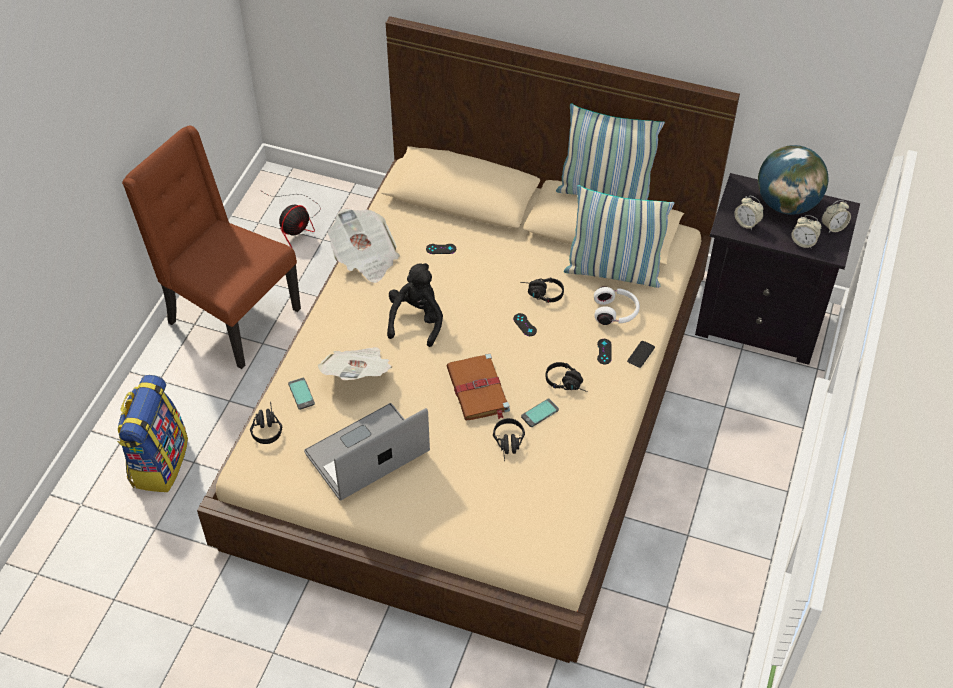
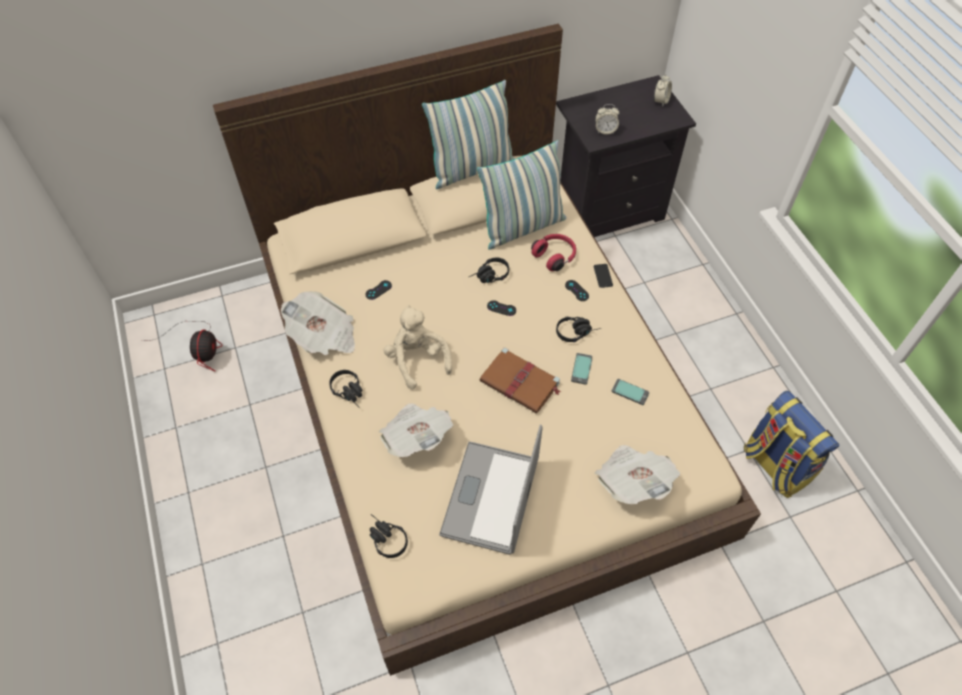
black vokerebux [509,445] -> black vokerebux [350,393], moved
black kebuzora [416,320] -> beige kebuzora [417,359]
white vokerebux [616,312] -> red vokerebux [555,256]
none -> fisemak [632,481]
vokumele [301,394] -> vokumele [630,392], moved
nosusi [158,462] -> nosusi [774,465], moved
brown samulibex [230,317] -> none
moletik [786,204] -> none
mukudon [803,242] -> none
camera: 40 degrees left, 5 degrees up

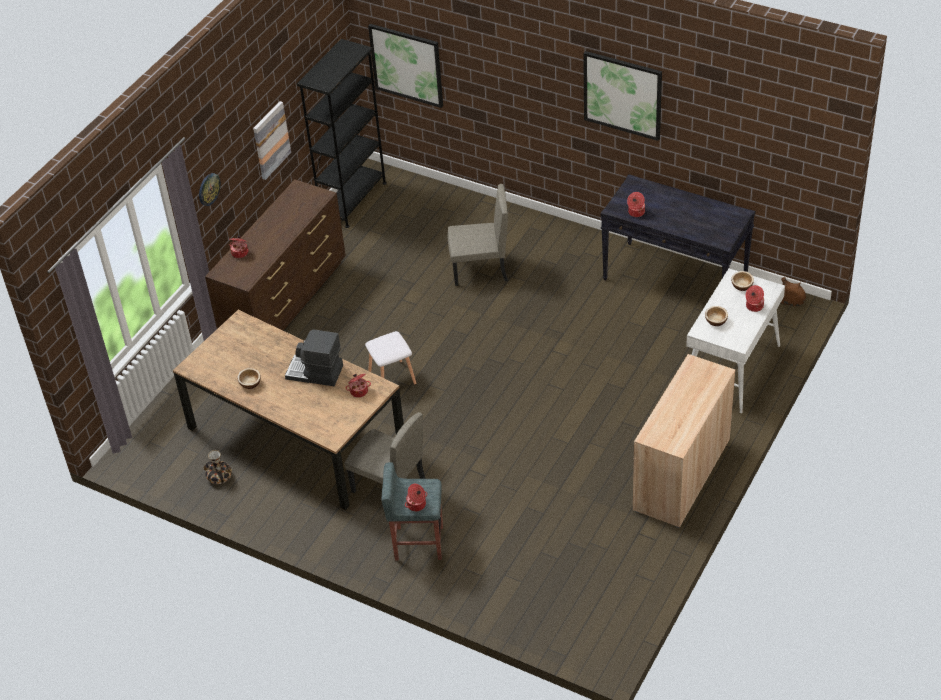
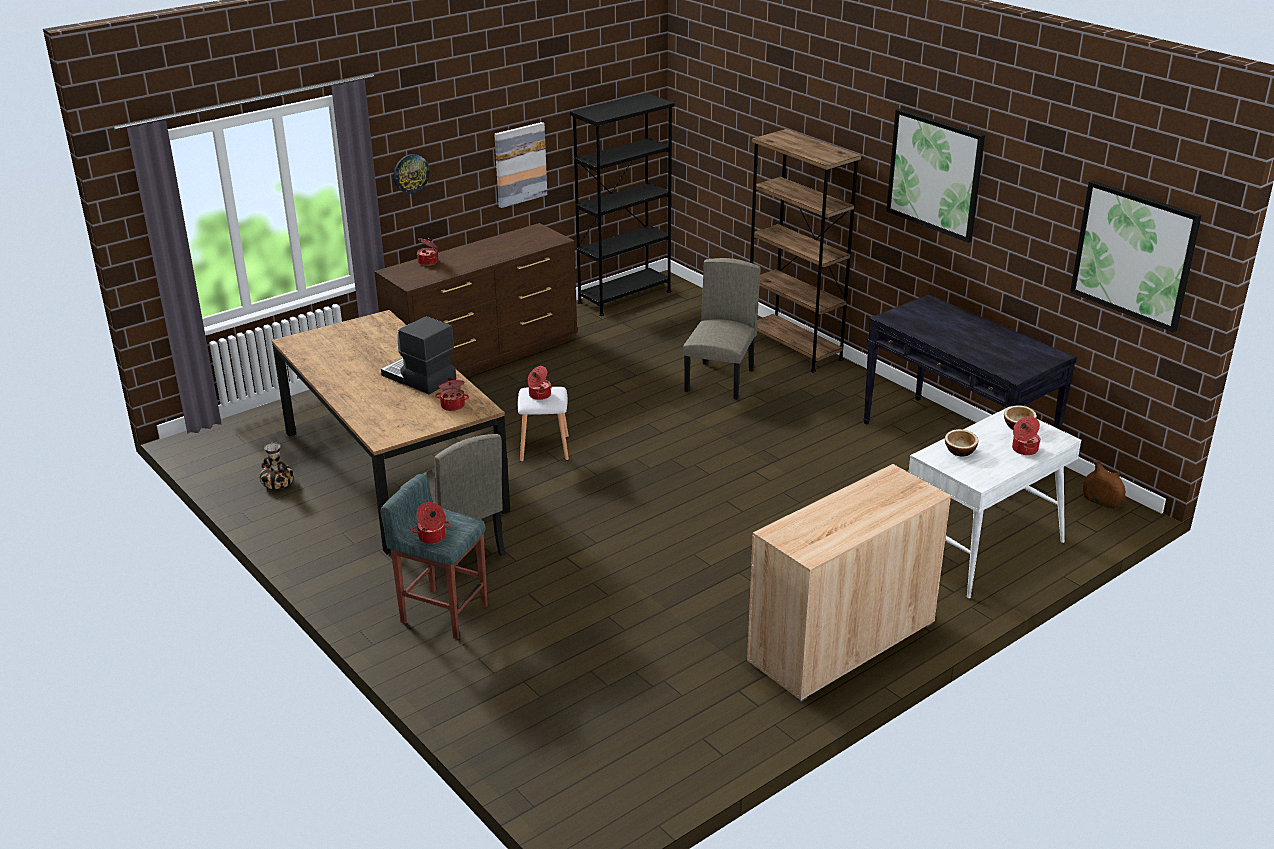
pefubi [636,212] -> pefubi [539,395], moved
beige samulibex [479,269] -> beige samulibex [720,381], 90 degrees counterclockwise
none -> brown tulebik [794,348]
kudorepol [406,65] -> kudorepol [1134,255], moved
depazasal [250,383] -> none
camera: 20 degrees right, 15 degrees down

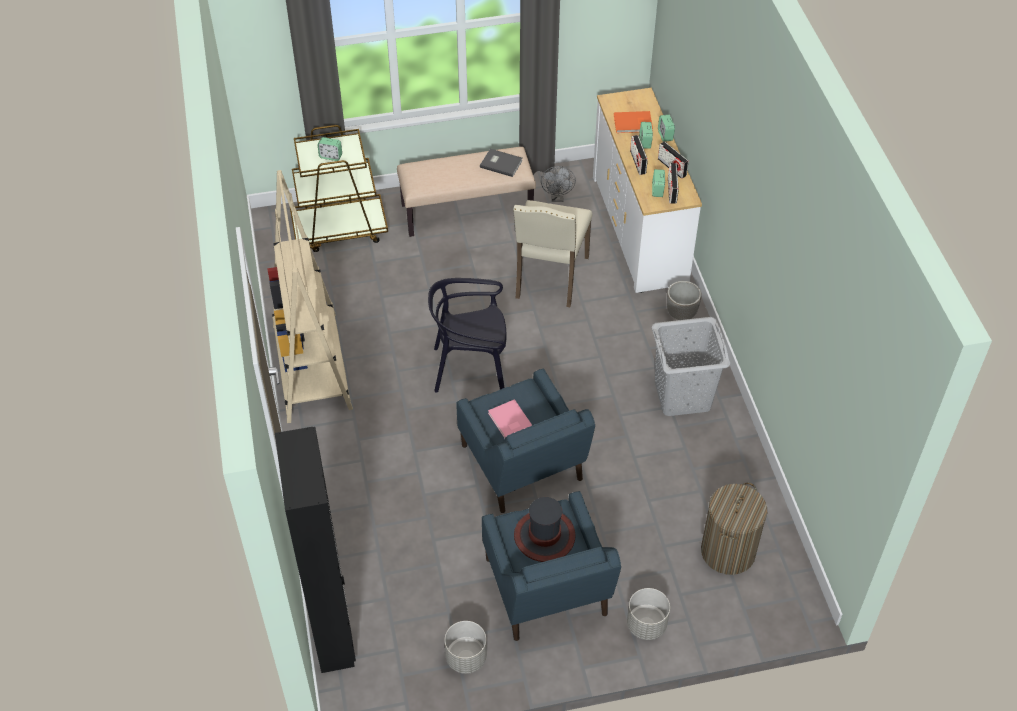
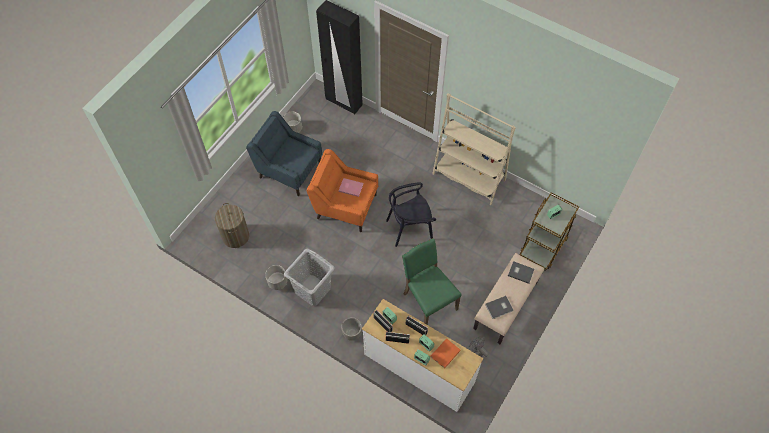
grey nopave [646,625] -> grey nopave [277,282], moved
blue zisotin [522,465] -> orange zisotin [345,206]
black samulibex [471,369] -> black samulibex [409,228], 150 degrees counterclockwise
beige samulibex [549,278] -> green samulibex [428,301]
none -> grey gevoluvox [520,272]
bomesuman [544,536] -> none
camera: 135 degrees right, 10 degrees up

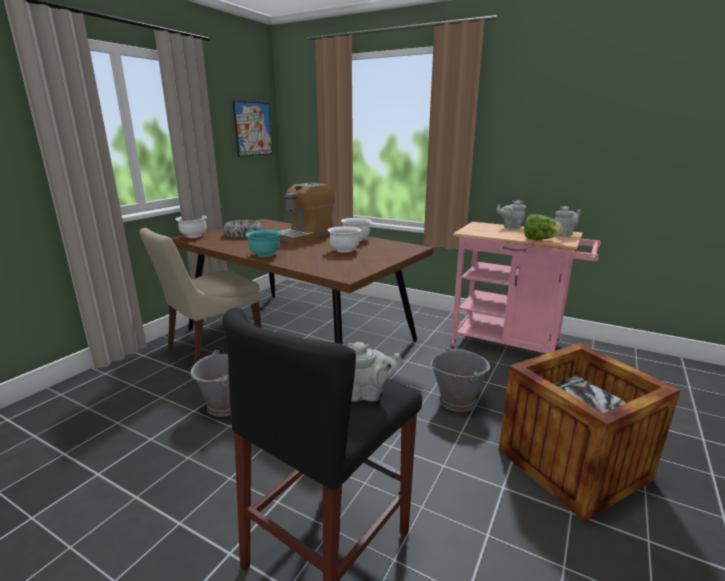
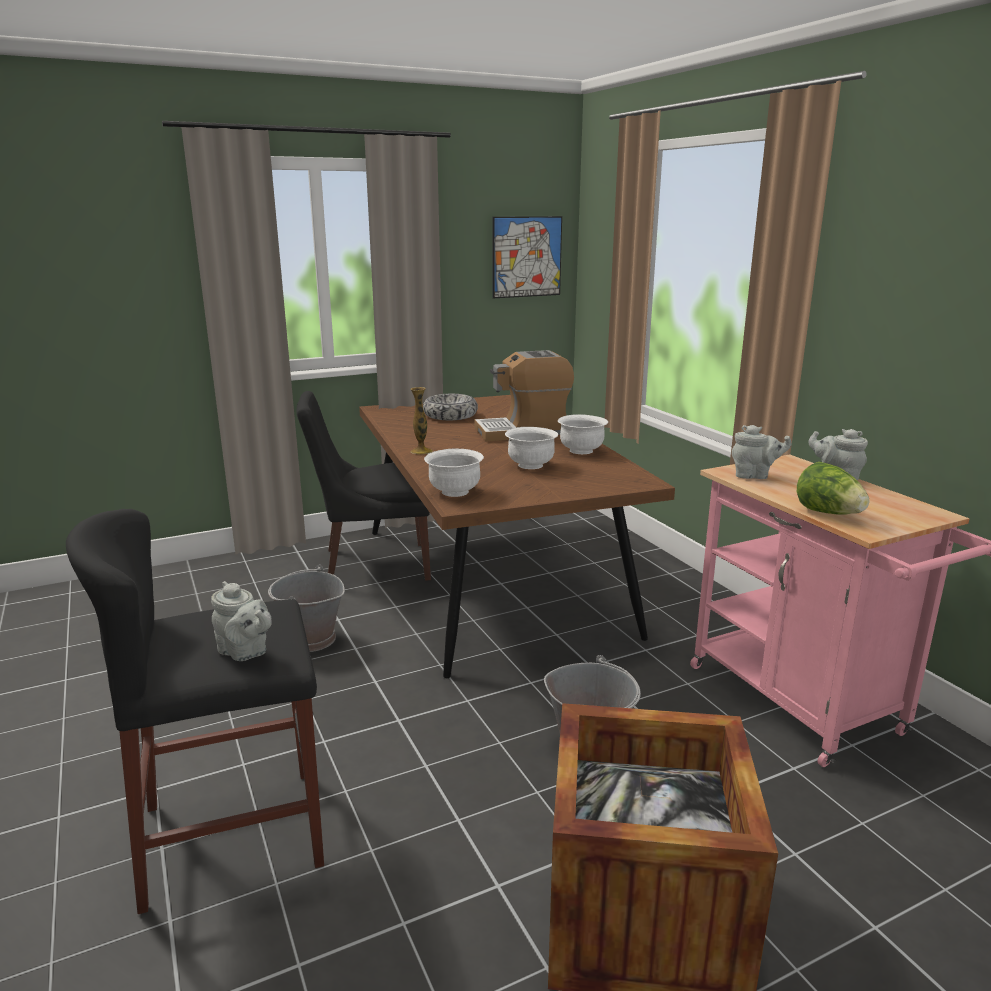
beige samulibex [212,348] -> black samulibex [372,565]
turquoise depazasal [264,255] -> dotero [421,451]
white depazasal [193,236] -> white depazasal [454,492], moved
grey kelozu [564,234] -> grey kelozu [754,476], moved
camera: 35 degrees right, 0 degrees up

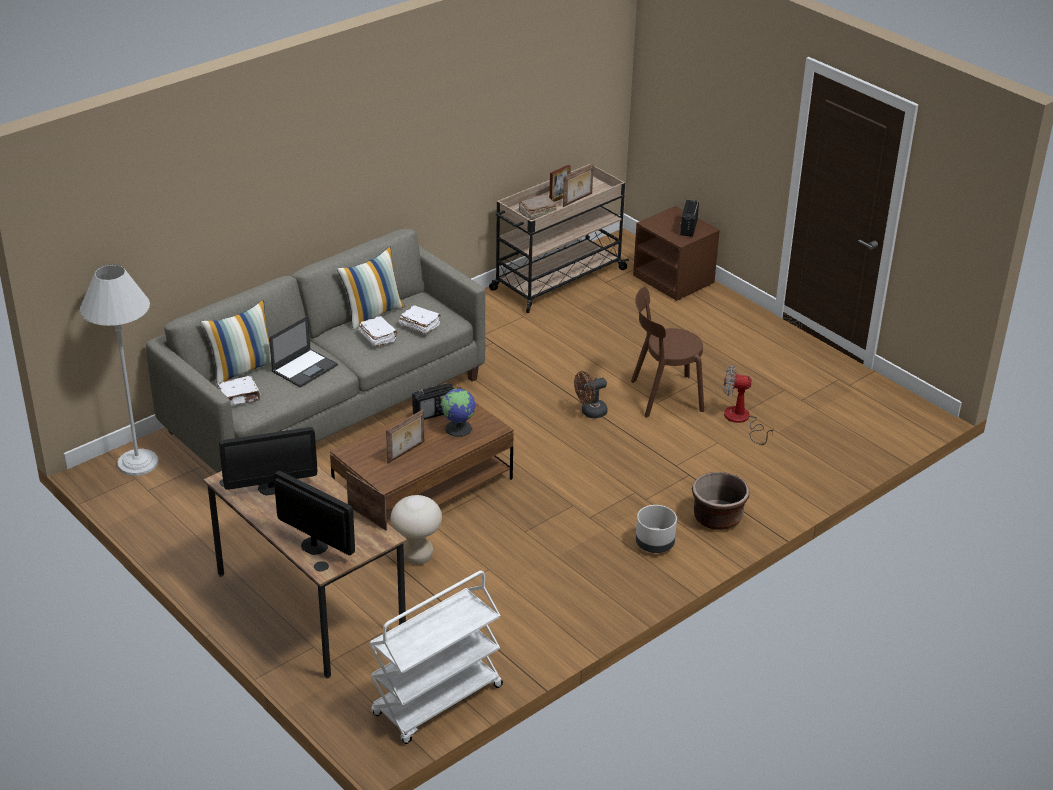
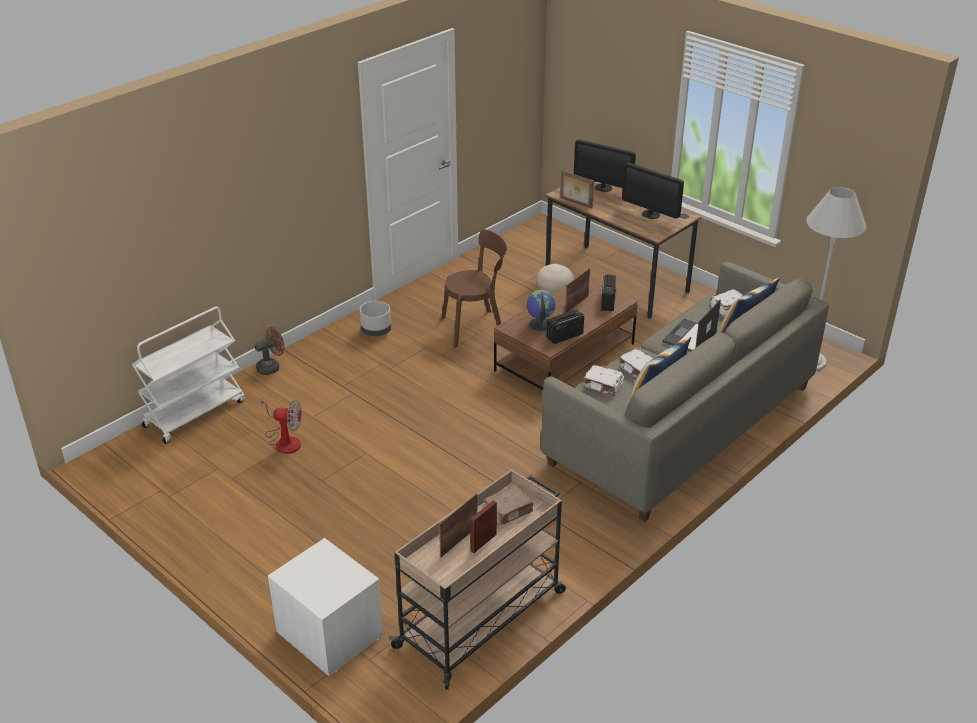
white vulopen [437,702] -> white vulopen [195,413], moved
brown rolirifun [590,412] -> brown rolirifun [271,367], moved
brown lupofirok [674,279] -> white lupofirok [328,634]
brown samulibex [662,396] -> brown samulibex [476,328], moved
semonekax [688,228] -> semonekax [607,302], moved
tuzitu [271,487] -> tuzitu [650,214], 120 degrees counterclockwise
brown nopave [717,518] -> none
camera: 175 degrees right, 0 degrees up

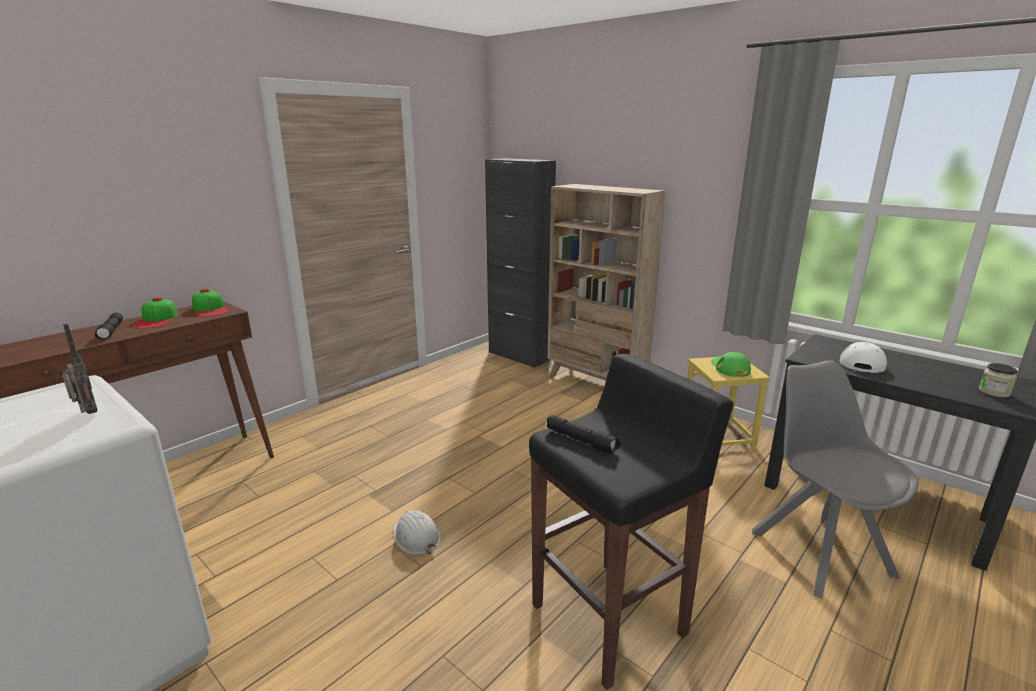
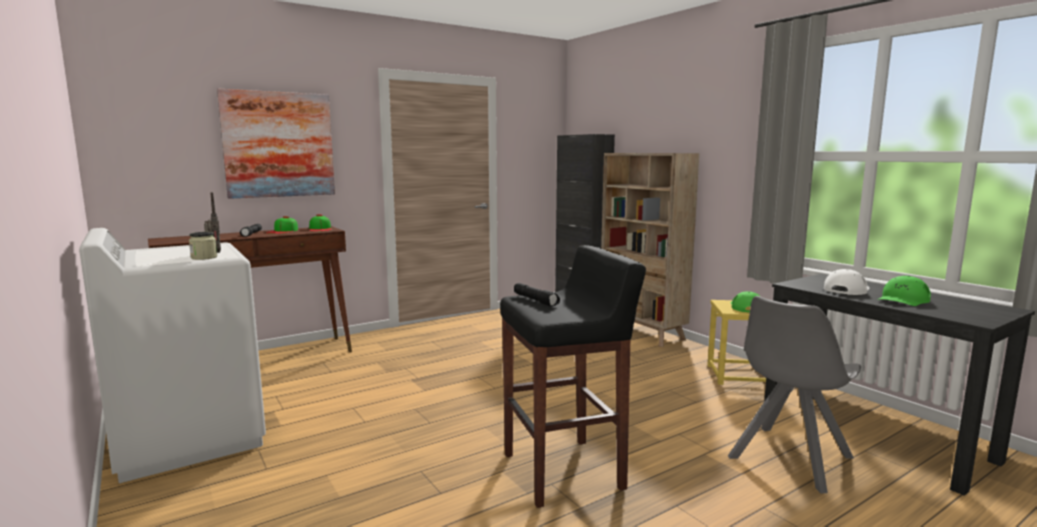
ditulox [994,392] -> ditulox [204,257], moved
none -> kudorepol [279,144]
grey samulibex [818,550] -> grey samulibex [788,459], 135 degrees counterclockwise
none -> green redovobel [902,300]
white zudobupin [416,537] -> none
camera: 15 degrees right, 10 degrees down

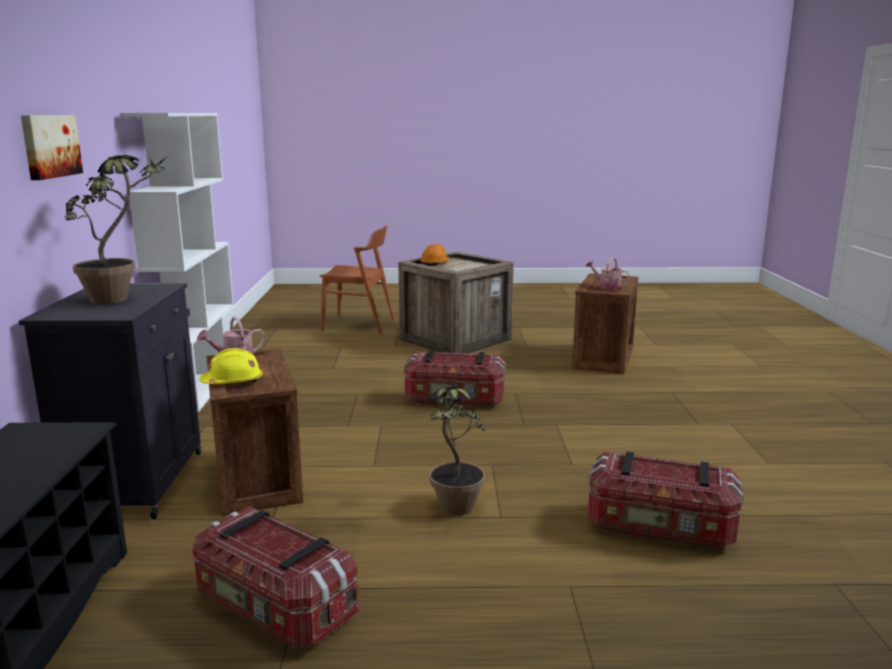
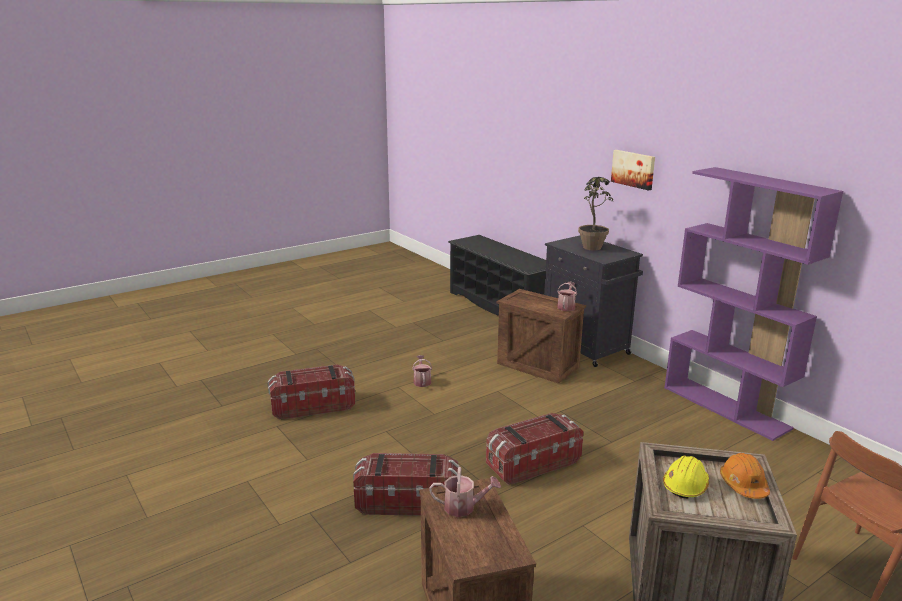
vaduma [274,608] -> vaduma [407,501], moved
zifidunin [453,513] -> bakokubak [422,381]
yellow zudobupin [233,382] -> yellow zudobupin [685,486], moved
white tulebik [200,384] -> purple tulebik [726,407]
camera: 145 degrees right, 5 degrees up

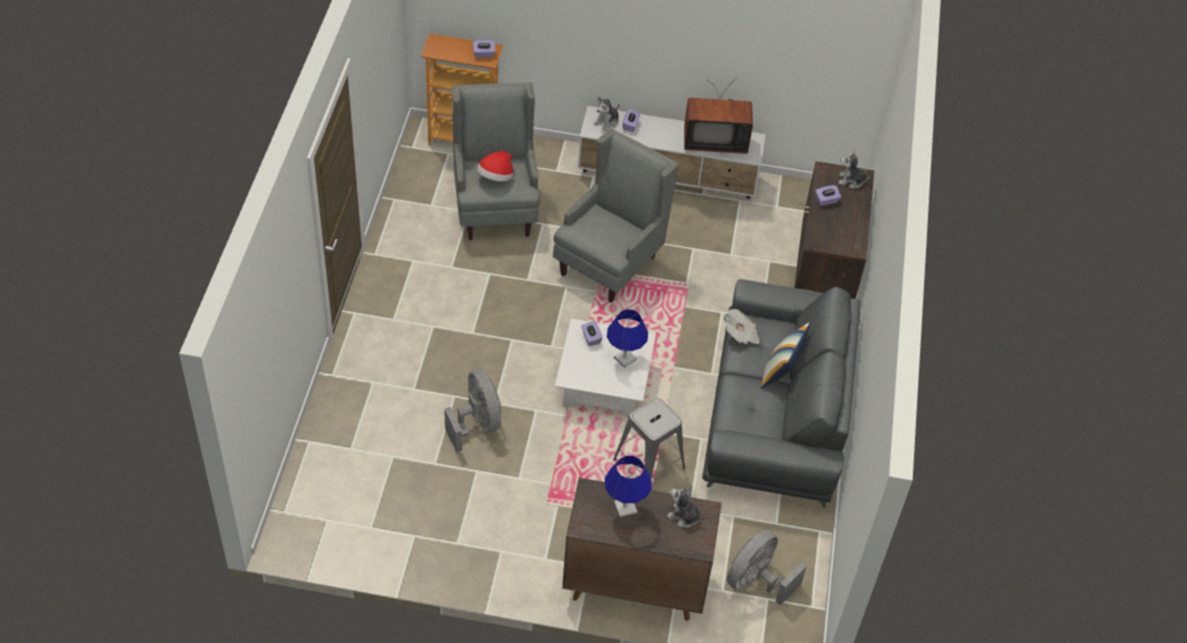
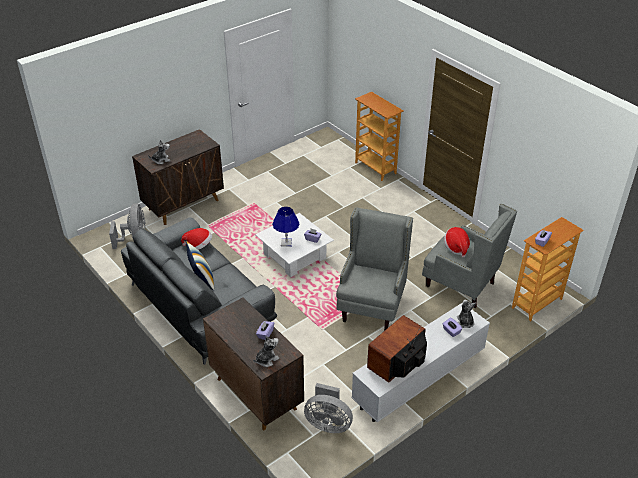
none -> bomesuman [198,246]
grey rolirifun [477,423] -> grey rolirifun [328,423], moved
grey zisotin [609,264] -> grey zisotin [371,305], 150 degrees counterclockwise
none -> tulebik [376,168]
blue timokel [625,507] -> none
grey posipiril [649,463] -> none
fisemak [740,334] -> none
camera: 135 degrees right, 10 degrees down

